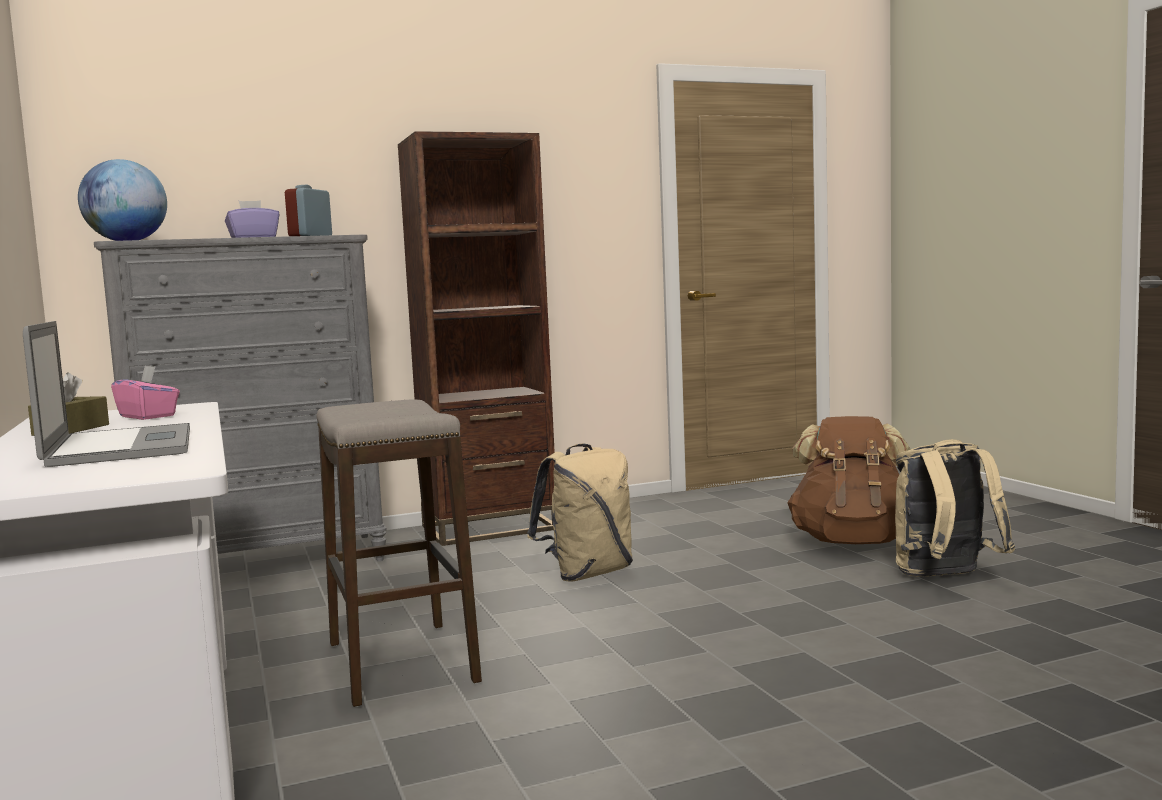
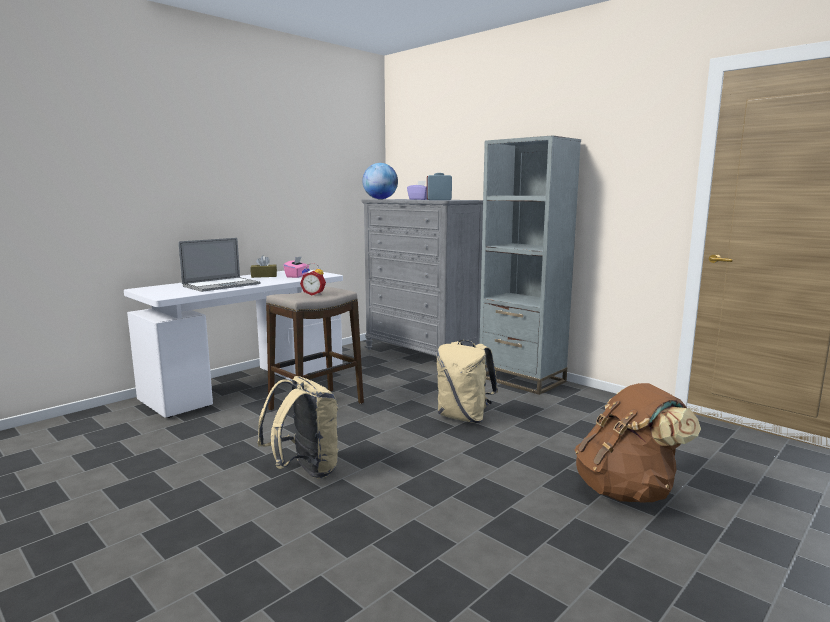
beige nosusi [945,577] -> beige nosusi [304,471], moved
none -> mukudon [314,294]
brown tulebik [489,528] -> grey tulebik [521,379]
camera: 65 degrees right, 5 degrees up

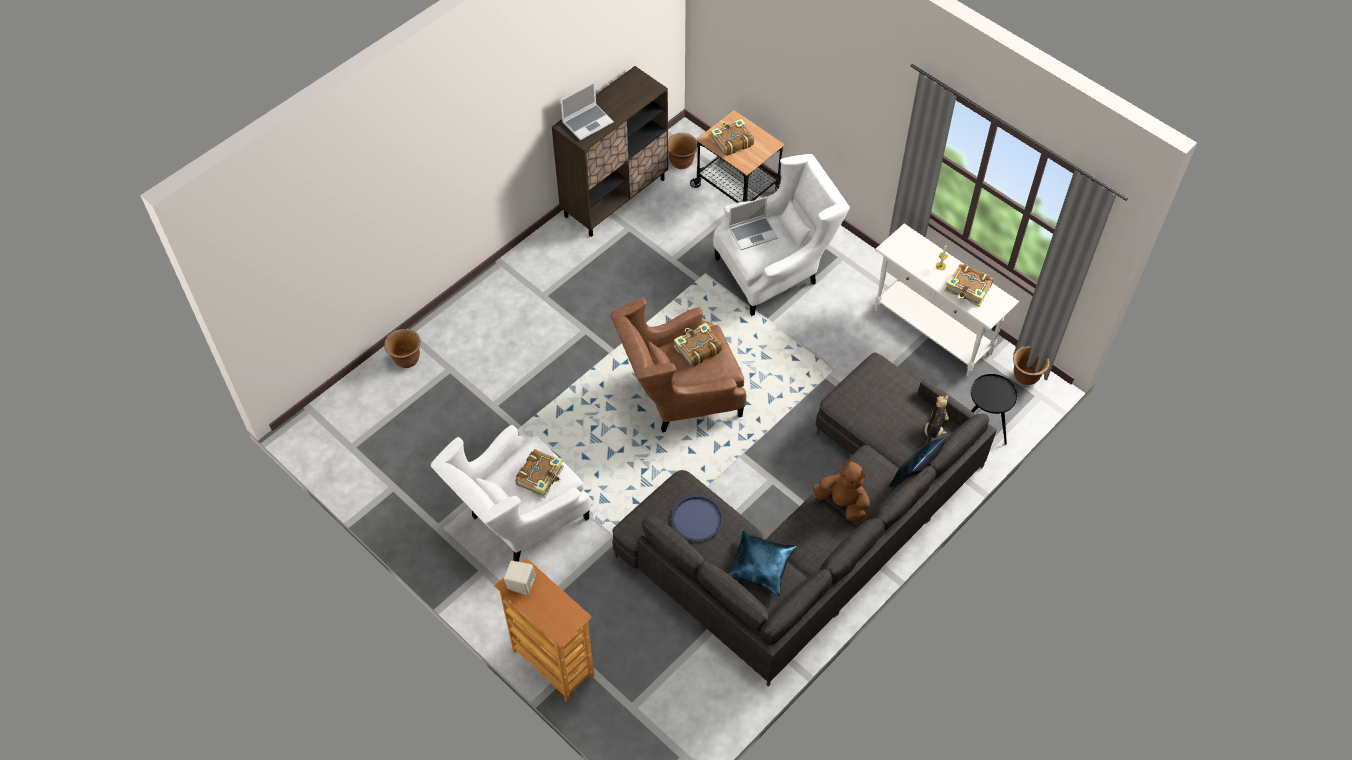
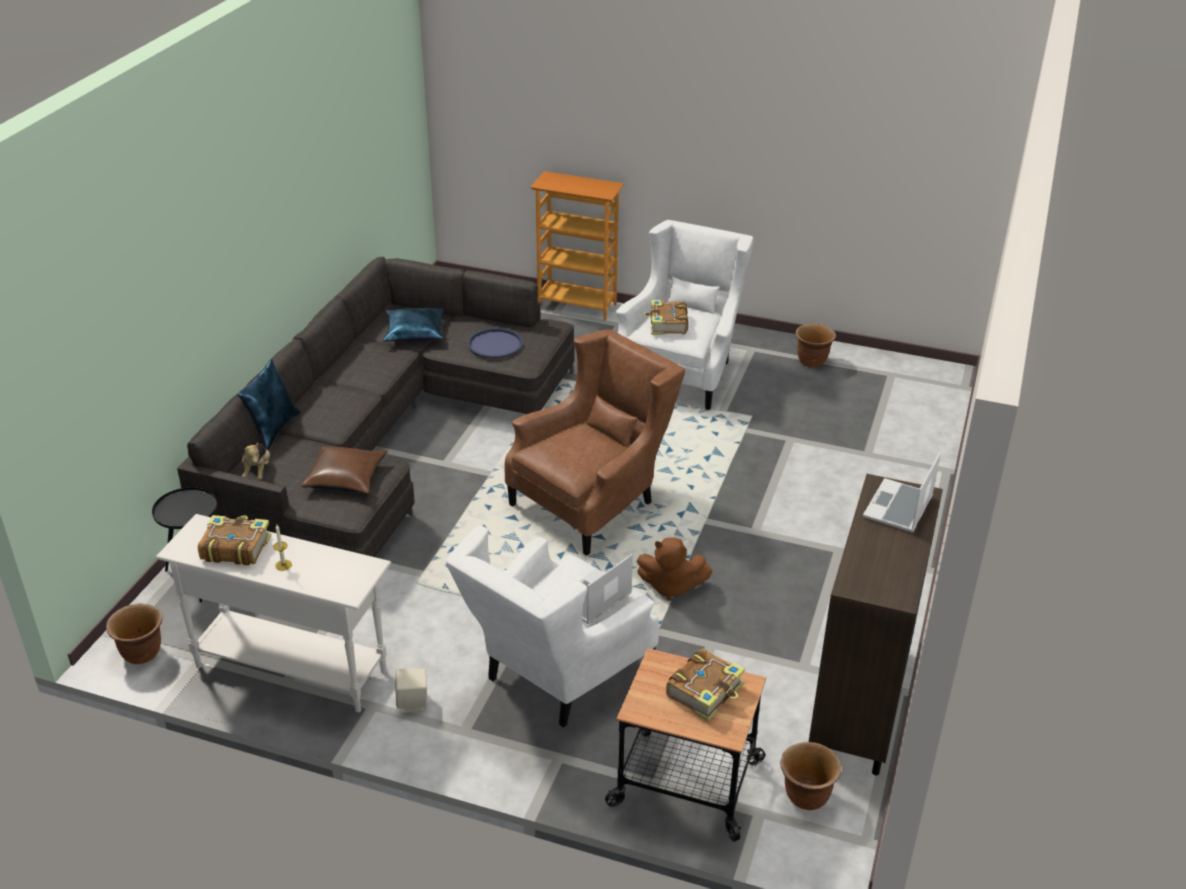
none -> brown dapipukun [346,477]
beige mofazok [521,584] -> beige mofazok [413,703], moved
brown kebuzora [842,503] -> brown kebuzora [671,586], moved
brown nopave [406,360] -> brown nopave [812,361], moved
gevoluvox [697,349] -> none
camera: 155 degrees right, 20 degrees down

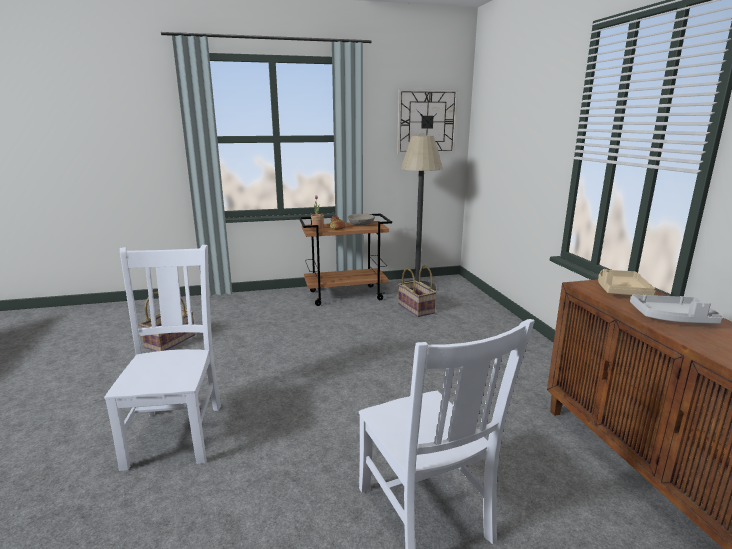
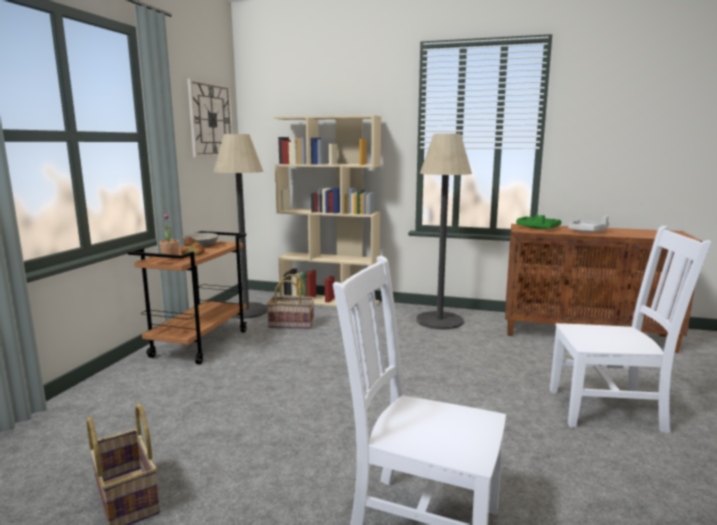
none -> beige tulebik [330,301]
none -> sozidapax [439,321]
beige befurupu [620,290] -> green befurupu [537,228]
camera: 60 degrees left, 5 degrees down

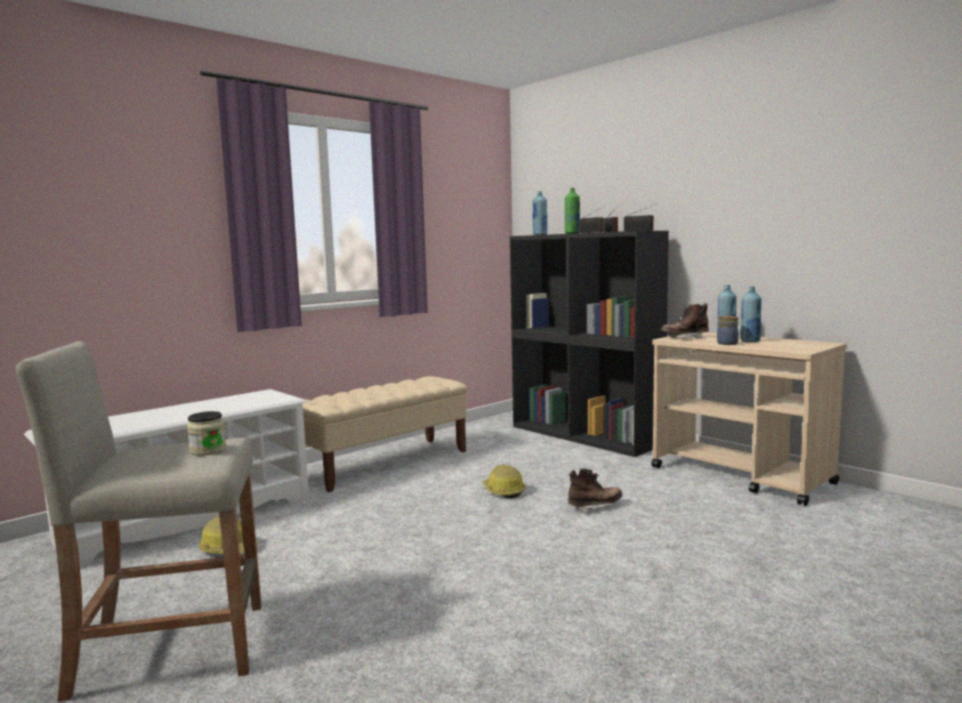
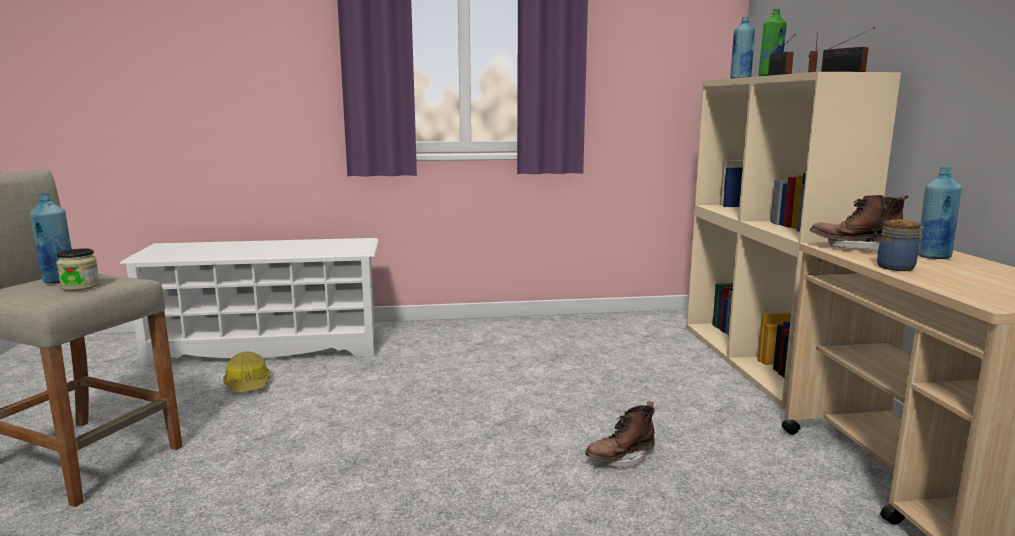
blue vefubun [750,341] -> blue vefubun [59,280], moved
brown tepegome [595,507] -> brown tepegome [620,459], 135 degrees clockwise
black tulebik [586,435] -> beige tulebik [761,361]
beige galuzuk [386,463] -> none
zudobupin [503,491] -> none
camera: 35 degrees right, 5 degrees up

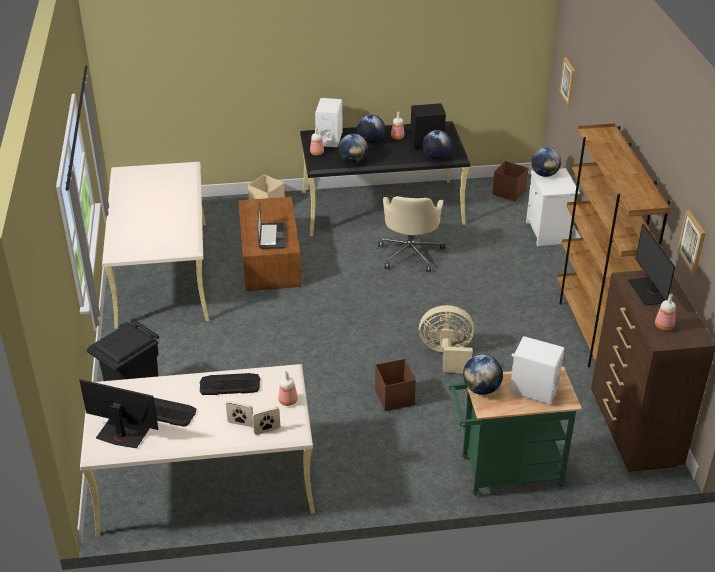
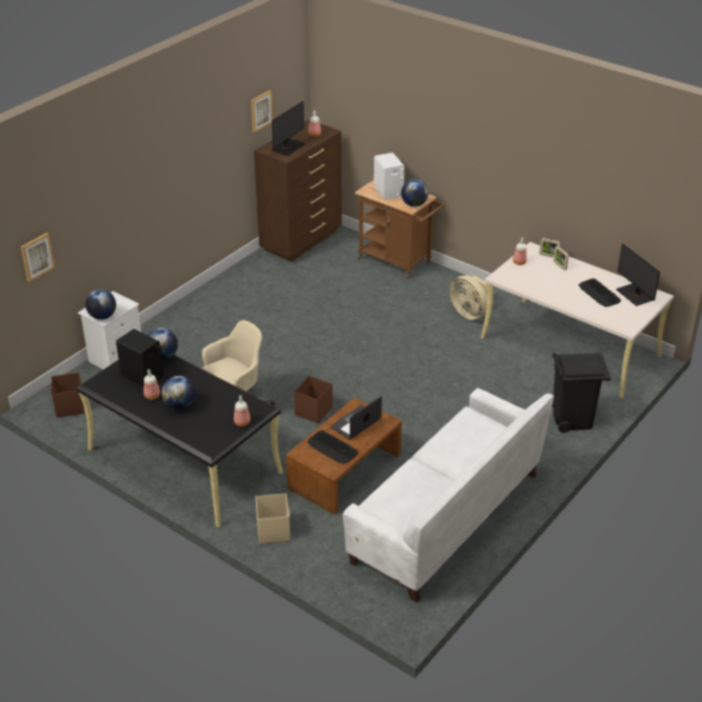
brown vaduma [394,398] -> brown vaduma [314,411], moved
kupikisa [229,384] -> kupikisa [332,448], moved
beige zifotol [163,272] -> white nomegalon [447,517]
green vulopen [504,473] -> brown vulopen [398,262]
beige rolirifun [447,355] -> beige rolirifun [470,313], moved
white mofazok [329,139] -> none
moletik [353,161] -> none
brown tulebik [593,332] -> none
camera: 135 degrees left, 0 degrees up

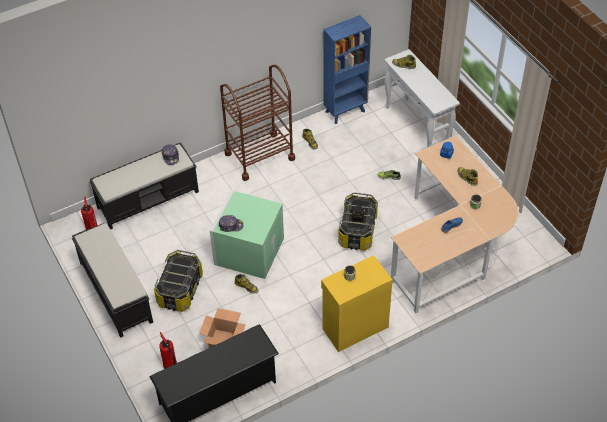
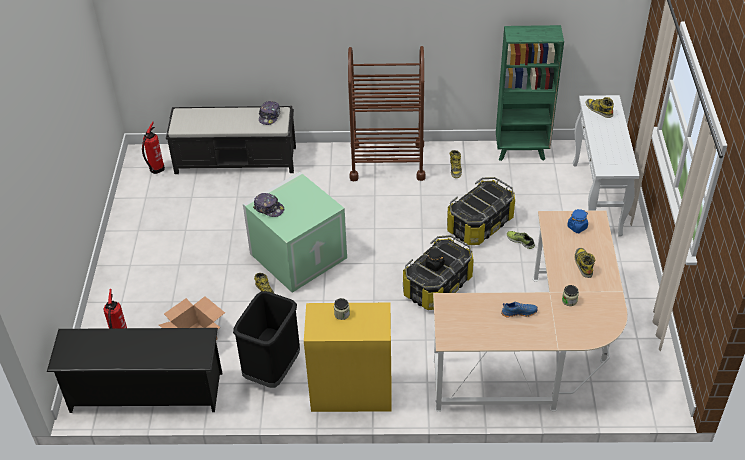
none -> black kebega [272,370]
vaduma [180,290] -> vaduma [480,224], moved
blue tulebik [346,111] -> green tulebik [522,151]
black galuzuk [115,291] -> none
camera: 30 degrees right, 5 degrees down

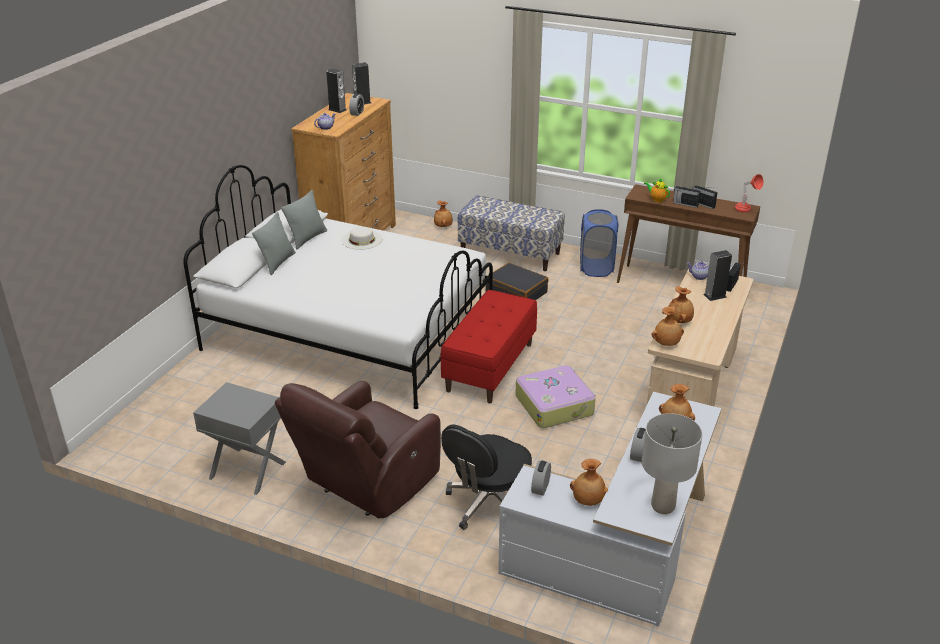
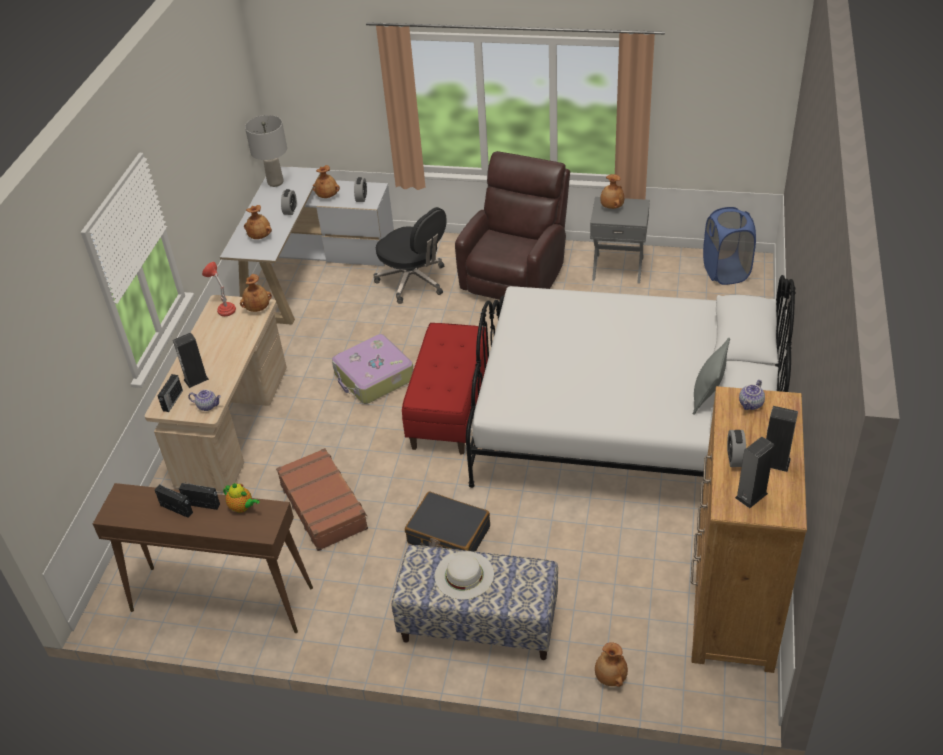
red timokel [745,211] -> red timokel [224,308], moved
none -> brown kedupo [324,506]
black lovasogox [489,503] -> black lovasogox [414,281], 105 degrees clockwise
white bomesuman [362,239] -> white bomesuman [464,575], moved
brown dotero [679,321] -> brown dotero [611,207], moved
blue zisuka [596,268] -> blue zisuka [726,272], moved
grey dapipukun [277,263] -> none
camera: 170 degrees right, 10 degrees up

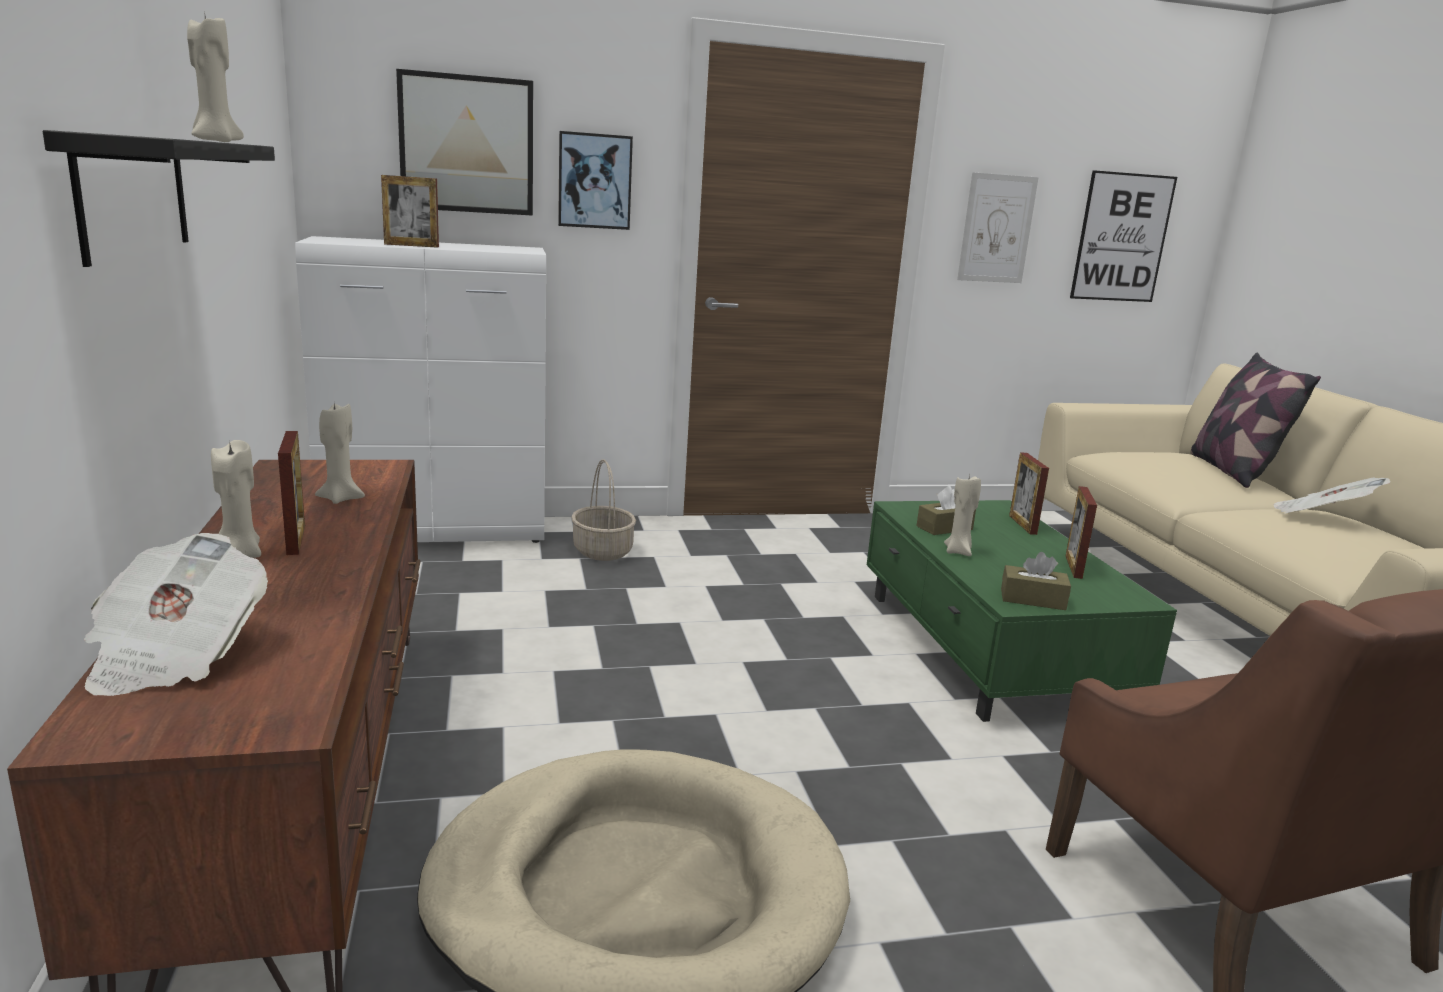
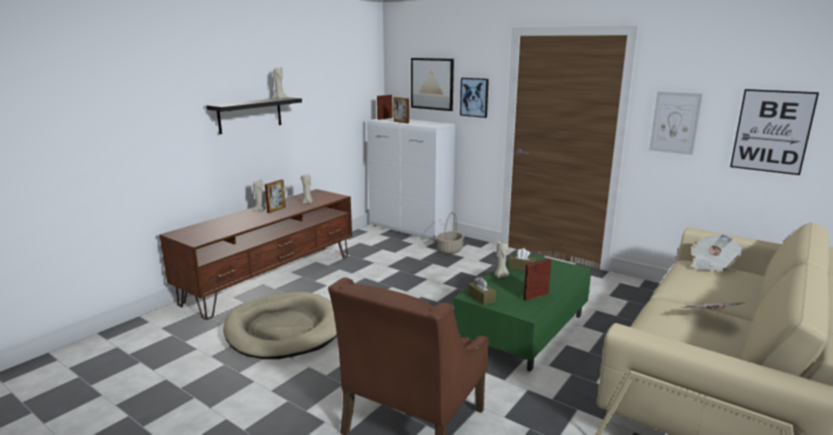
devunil [1022,525] -> devunil [384,118], moved
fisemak [175,655] -> fisemak [712,264], moved
dapipukun [1233,471] -> none
camera: 50 degrees right, 0 degrees up

